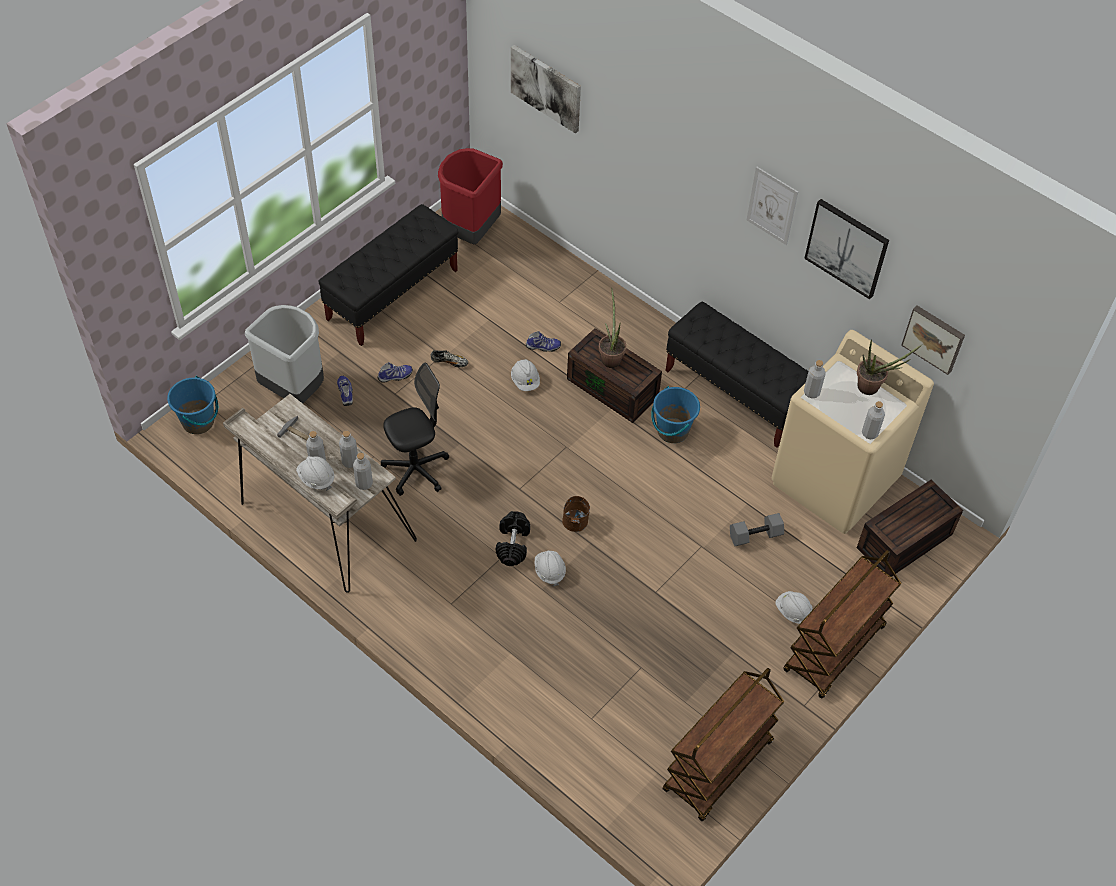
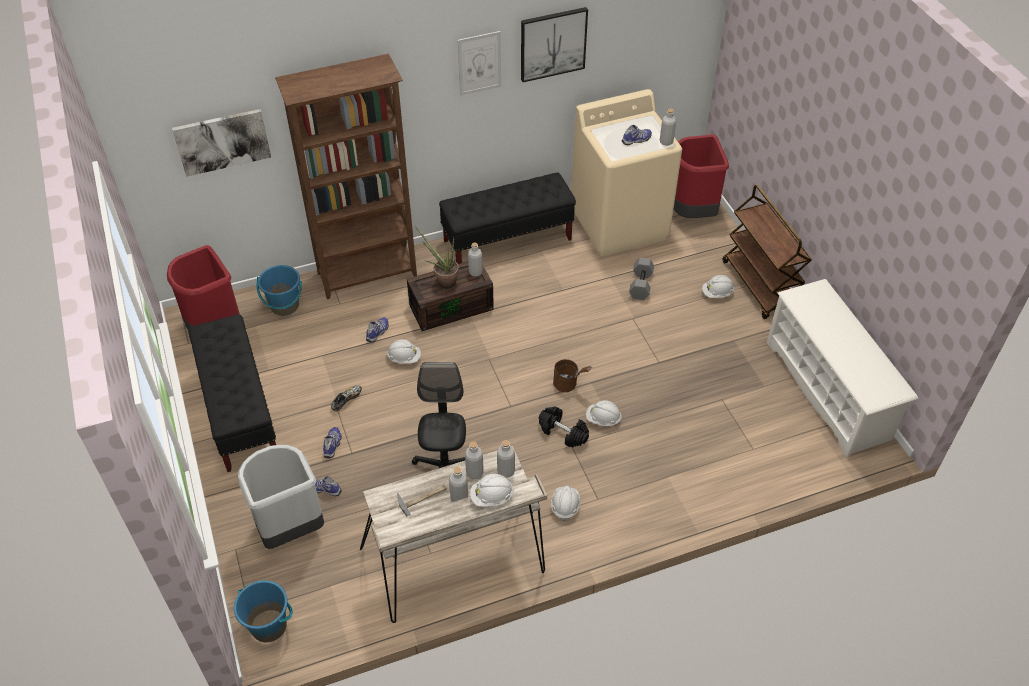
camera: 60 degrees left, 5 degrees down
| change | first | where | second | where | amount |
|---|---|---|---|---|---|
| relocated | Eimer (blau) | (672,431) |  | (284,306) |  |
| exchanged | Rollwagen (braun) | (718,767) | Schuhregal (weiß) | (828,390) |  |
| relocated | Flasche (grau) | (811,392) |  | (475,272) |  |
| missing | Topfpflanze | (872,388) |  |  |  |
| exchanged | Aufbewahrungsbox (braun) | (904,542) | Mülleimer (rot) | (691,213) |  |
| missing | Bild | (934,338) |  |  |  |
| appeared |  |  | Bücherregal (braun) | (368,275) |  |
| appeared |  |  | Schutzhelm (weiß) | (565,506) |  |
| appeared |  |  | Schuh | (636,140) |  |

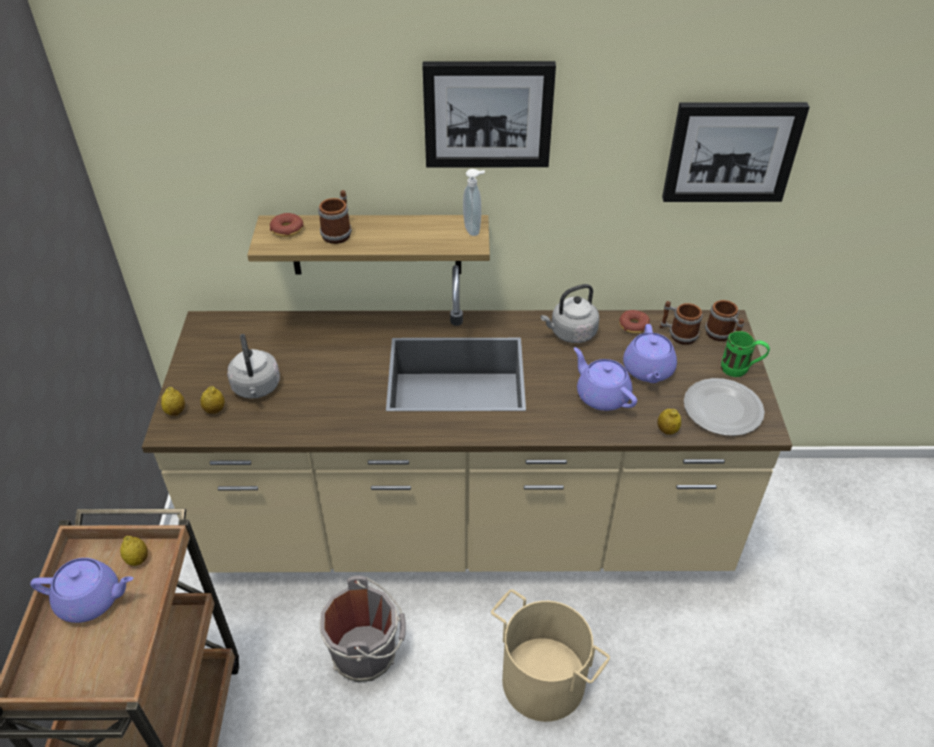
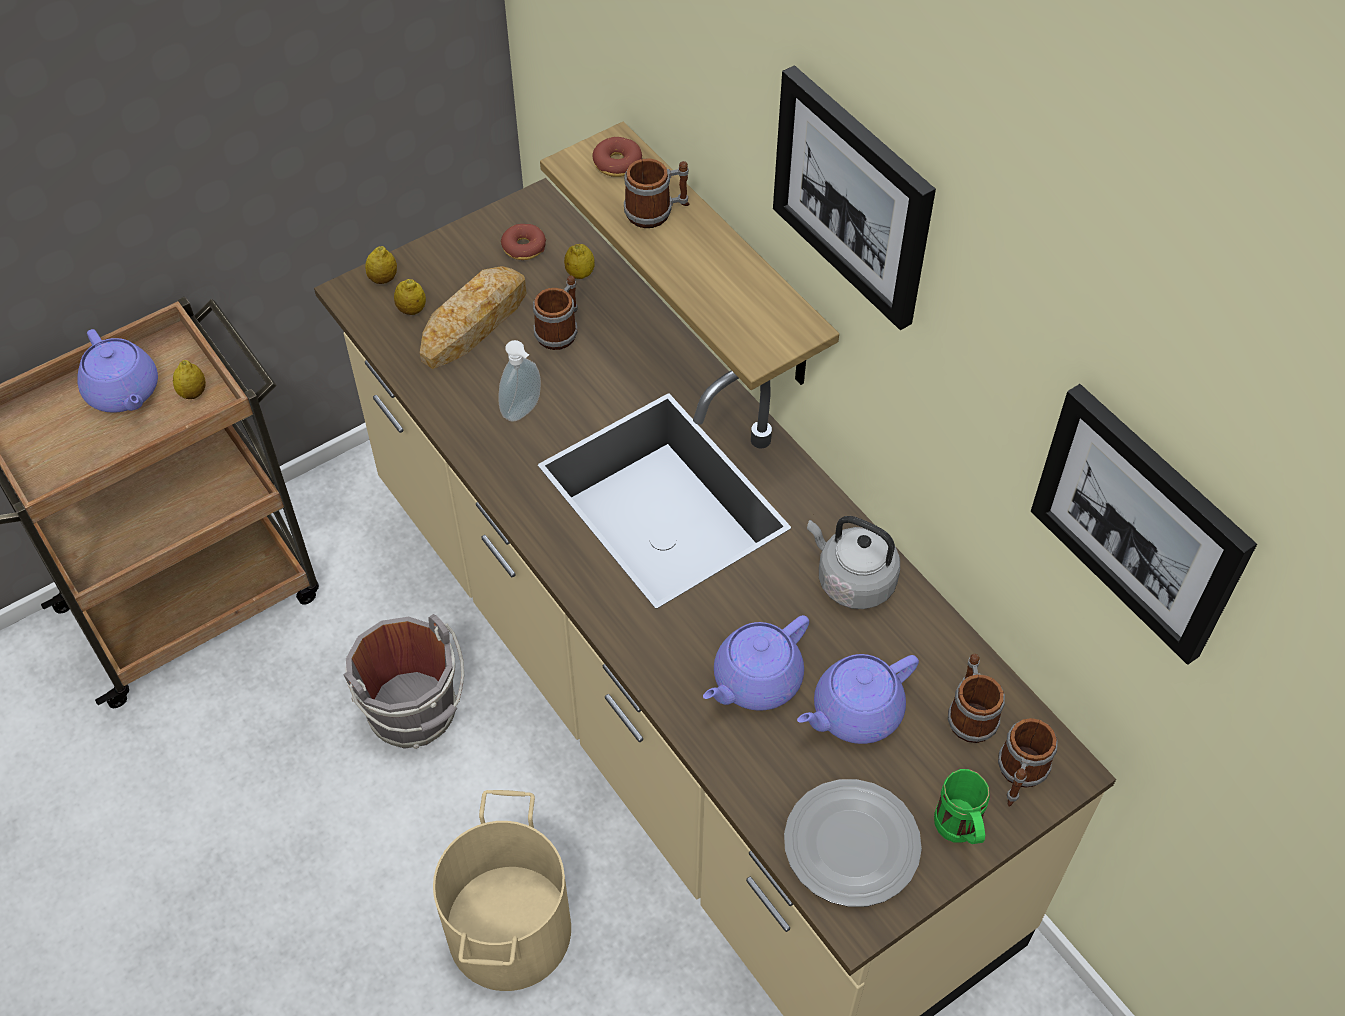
camera: 55 degrees right, 10 degrees up
| change | first | where | second | where | amount |
|---|---|---|---|---|---|
| exchanged | Wasserkessel (grau) | (256,388) | Brot | (474,322) |  |
| relocated | Seifenspender | (473,229) |  | (524,411) |  |
| spun | Teekanne (lila) | (601,395) |  | (755,680) | 150 degrees counterclockwise |
| relocated | Donut | (633,326) |  | (523,247) |  |
| relocated | Zitrone | (667,430) |  | (580,274) |  |
| appeared |  |  | Henkelbecher | (560,330) |  |

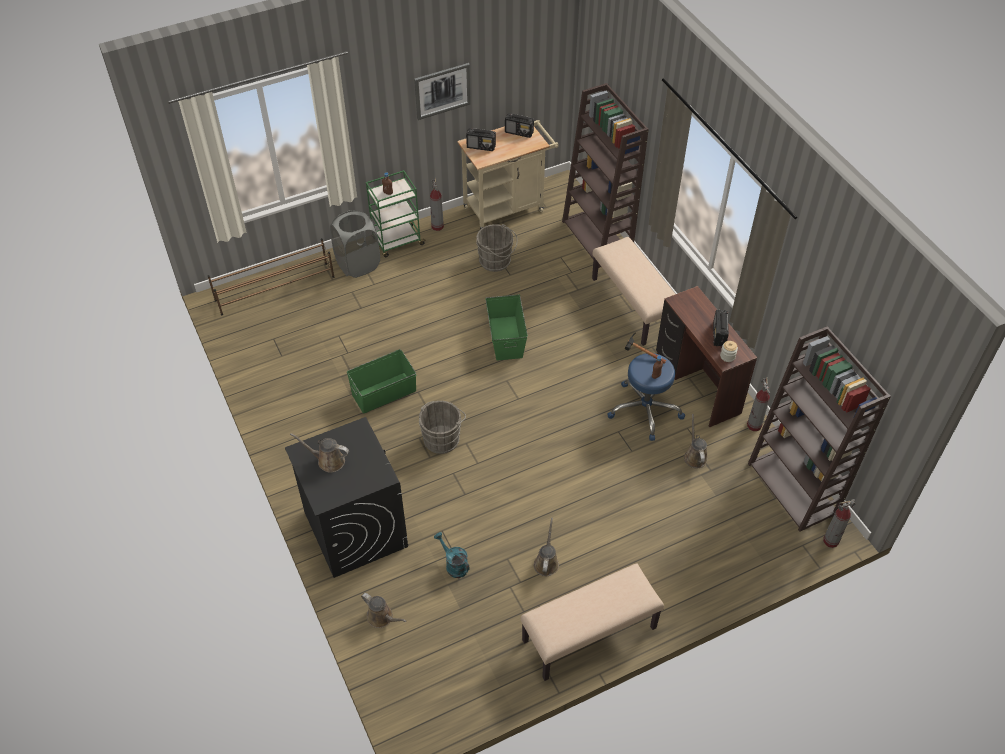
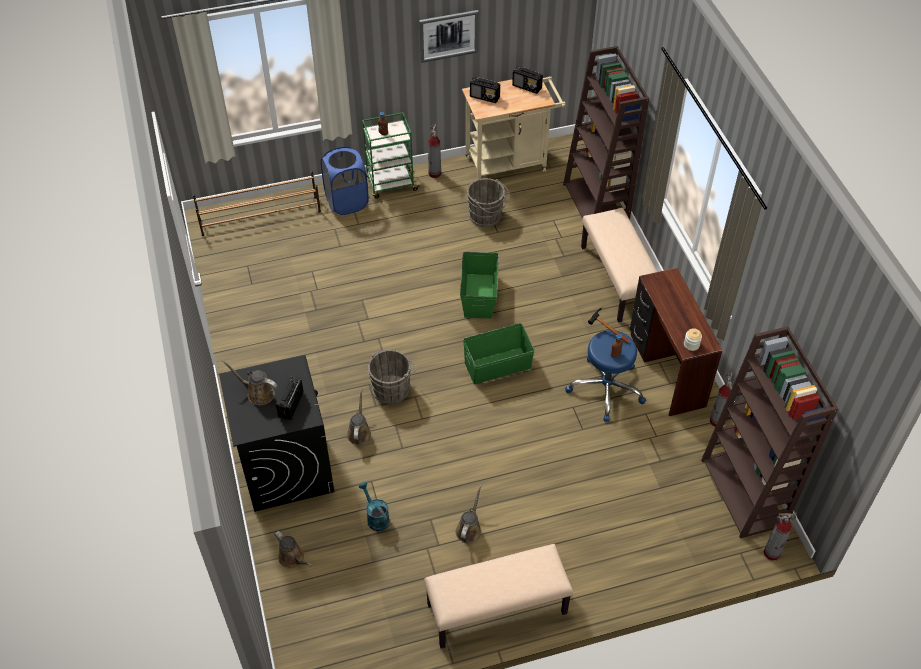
camera: 10 degrees right, 0 degrees up
| change | first | where | second | where | amount |
|---|---|---|---|---|---|
| colour | Wäschekorb (grau) | (358,264) | Wäschekorb (blau) | (347,202) |  |
| relocated | Aufbewahrungsbox (grün) | (384,393) |  | (498,365) |  |
| relocated | Gießkanne (braun) | (694,456) |  | (359,432) |  |
| relocated | Radio | (719,335) |  | (291,405) |  |

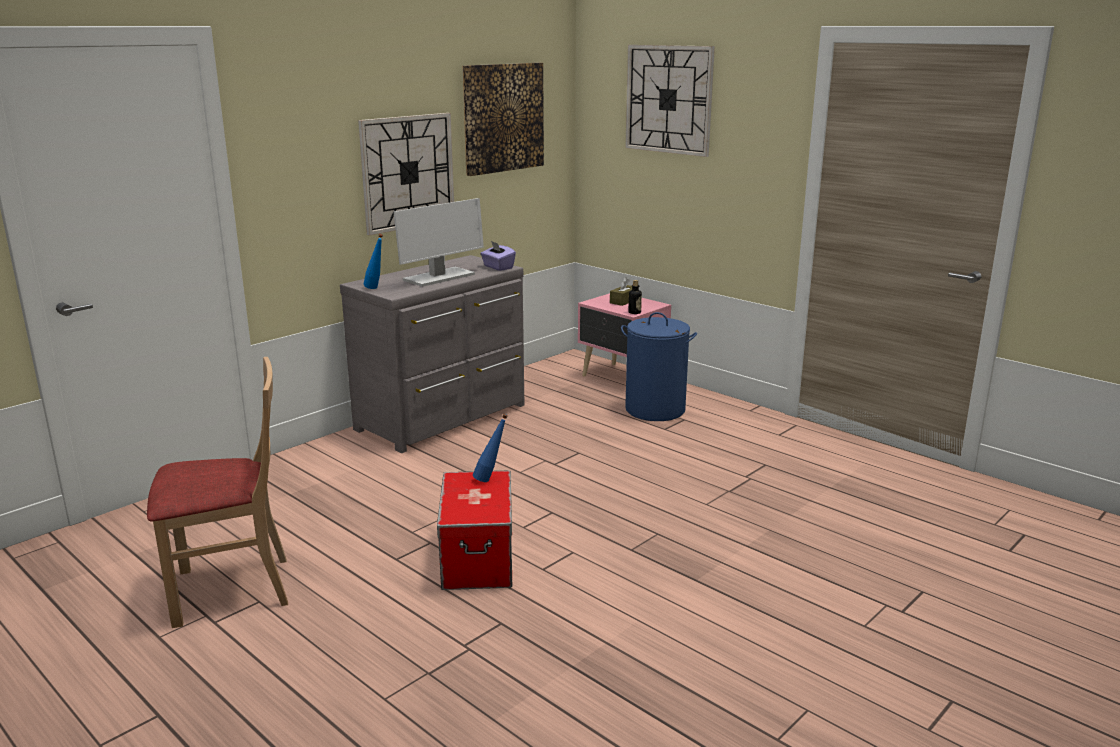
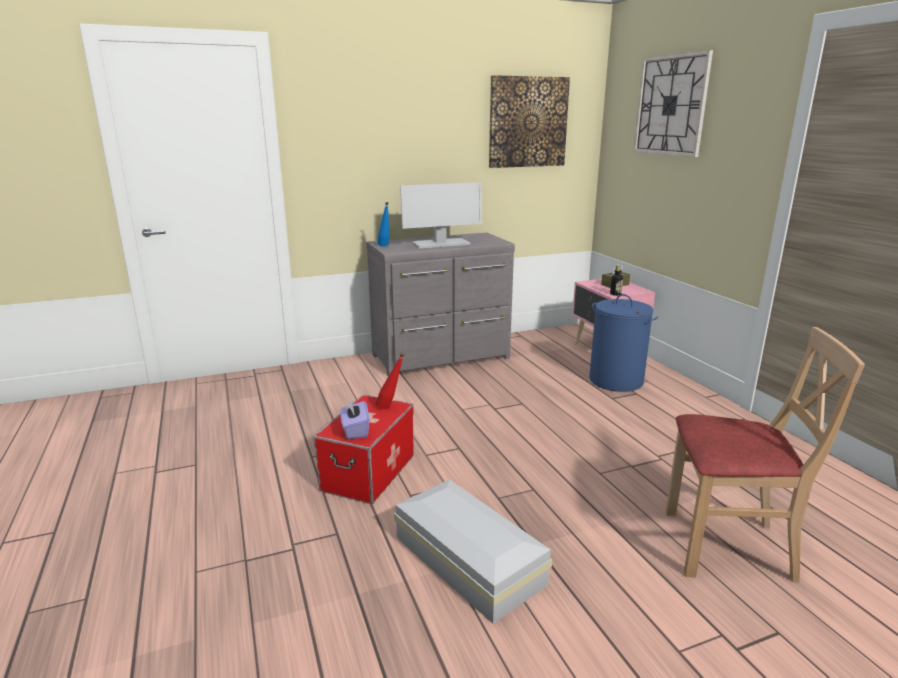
camera: 25 degrees right, 0 degrees up
| change | first | where | second | where | amount |
|---|---|---|---|---|---|
| relocated | Stuhl (beige) | (232,589) |  | (727,546) |  |
| missing | Wanduhr | (407,172) |  |  |  |
| colour | Flasche (blau) | (491,479) | Flasche (rot) | (391,408) |  |
| relocated | Taschentuchbox (lila) | (498,267) |  | (355,430) |  |
| appeared |  |  | Aufbewahrungsbox (weiß) | (468,562) |  |

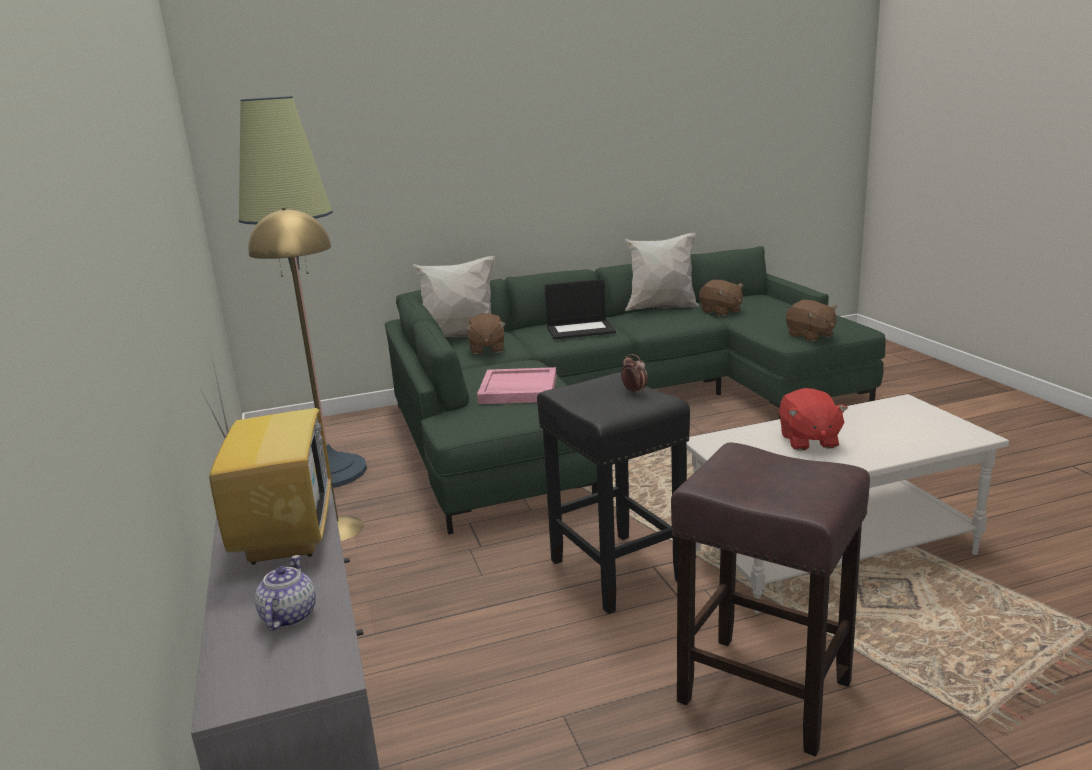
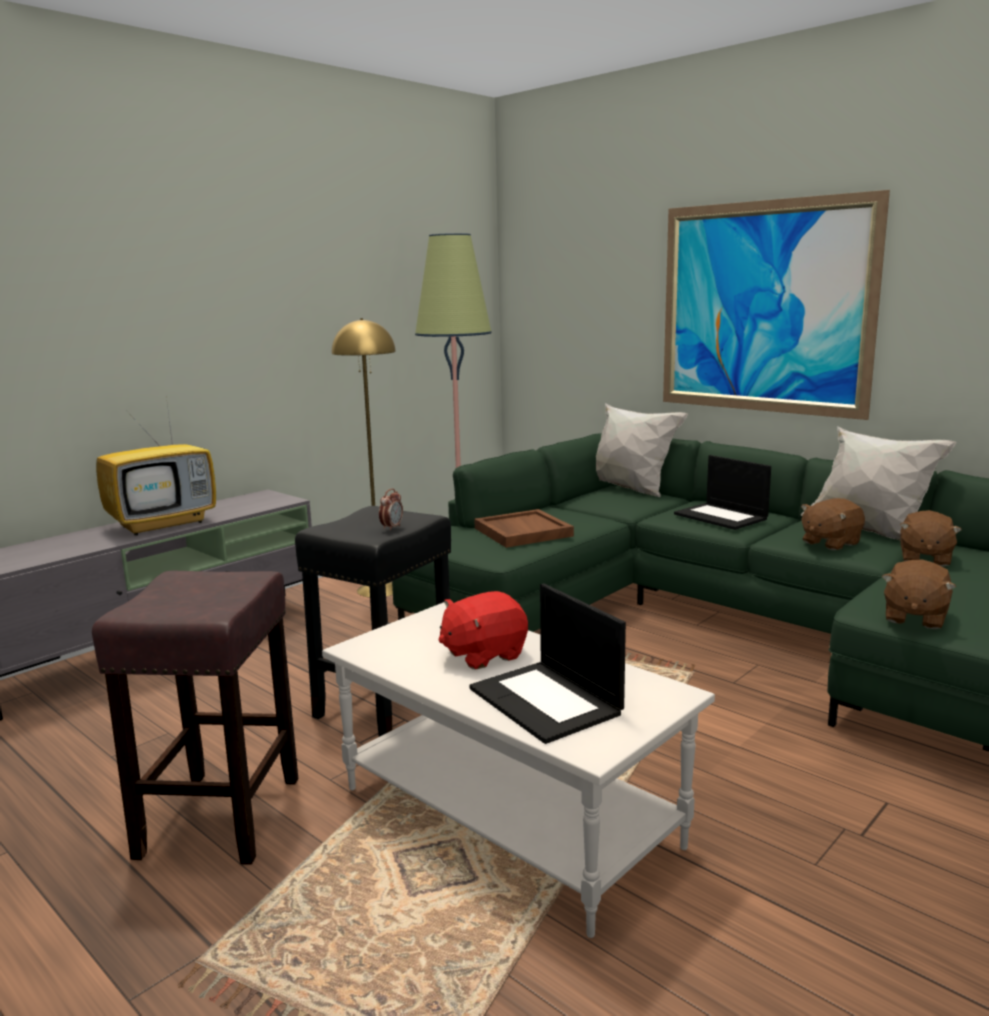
camera: 60 degrees right, 5 degrees down
| change | first | where | second | where | amount |
|---|---|---|---|---|---|
| missing | Teekanne | (288,616) |  |  |  |
| relocated | Plüschtier (braun) | (486,349) |  | (830,543) |  |
| colour | Tablett (rosa) | (517,390) | Tablett (braun) | (522,532) |  |
| appeared |  |  | Laptop | (547,701) |  |
| appeared |  |  | Bild | (763,308) |  |

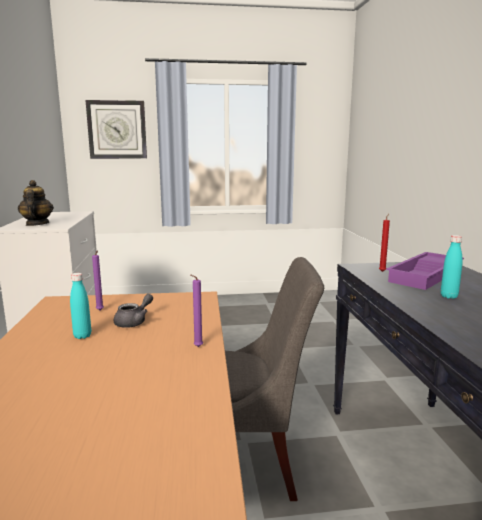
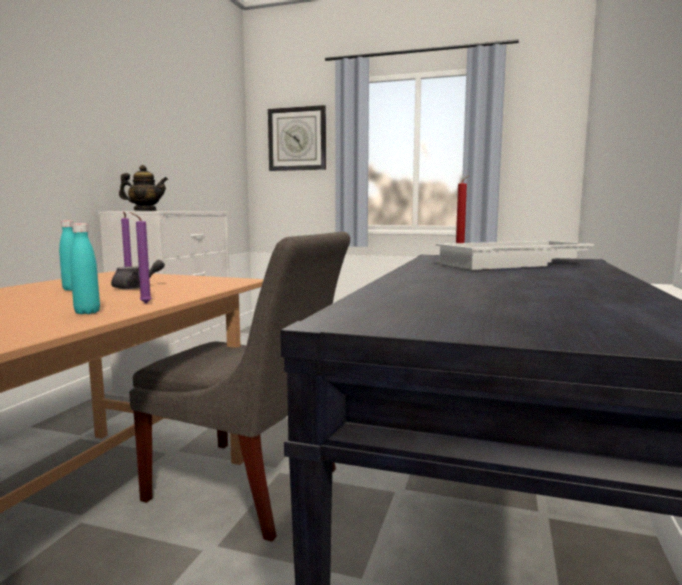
camera: 25 degrees right, 5 degrees down
| change | first | where | second | where | amount |
|---|---|---|---|---|---|
| spun | Teekanne | (37,224) |  | (145,210) | 75 degrees clockwise |
| colour | Tablett (lila) | (426,276) | Tablett (weiß) | (513,264) |  |
| relocated | Flasche (türkis) | (449,296) |  | (87,312) |  |

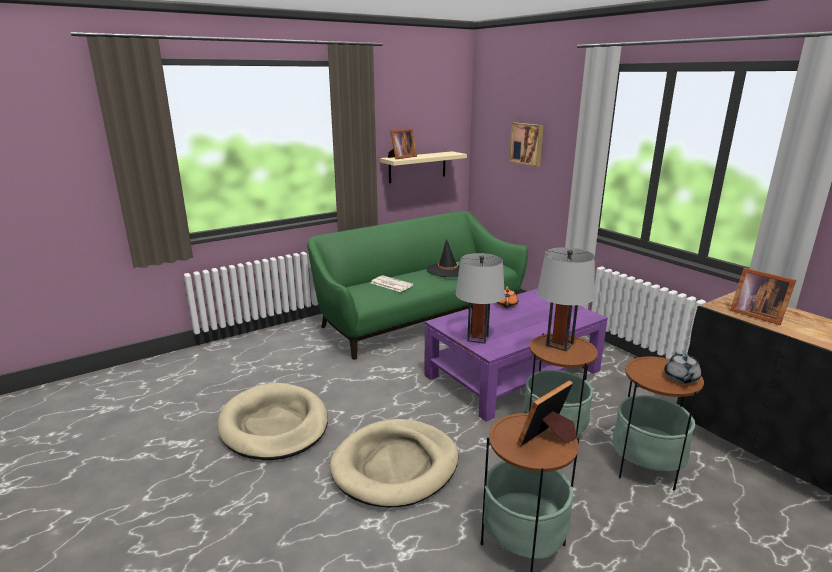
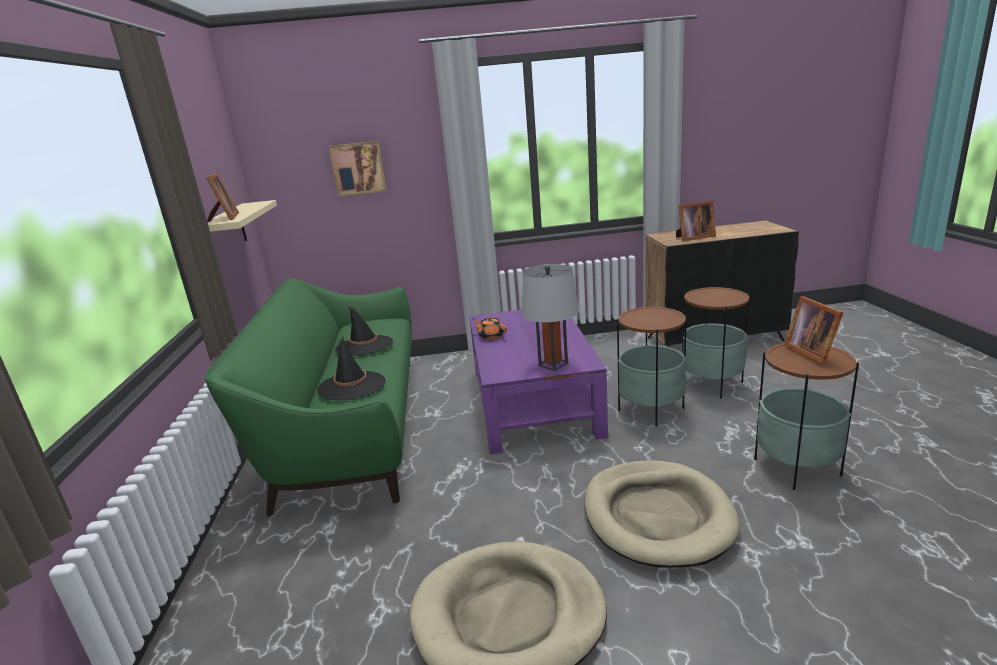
camera: 60 degrees left, 0 degrees up
| change | first | where | second | where | amount |
|---|---|---|---|---|---|
| exchanged | Zeitung | (390,284) | Hut (schwarz) | (352,386) |  |
| missing | Tischlampe (grau) | (559,344) |  |  |  |
| missing | Teekanne (grau) | (681,378) |  |  |  |

